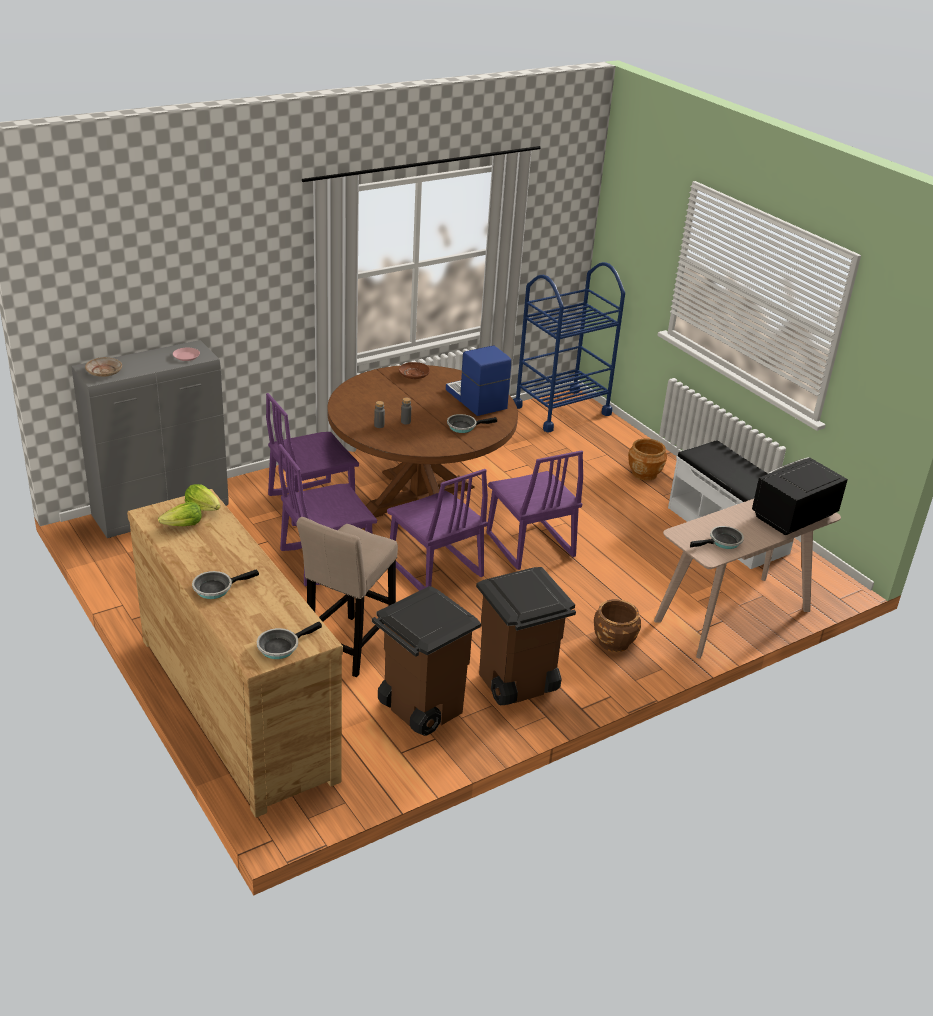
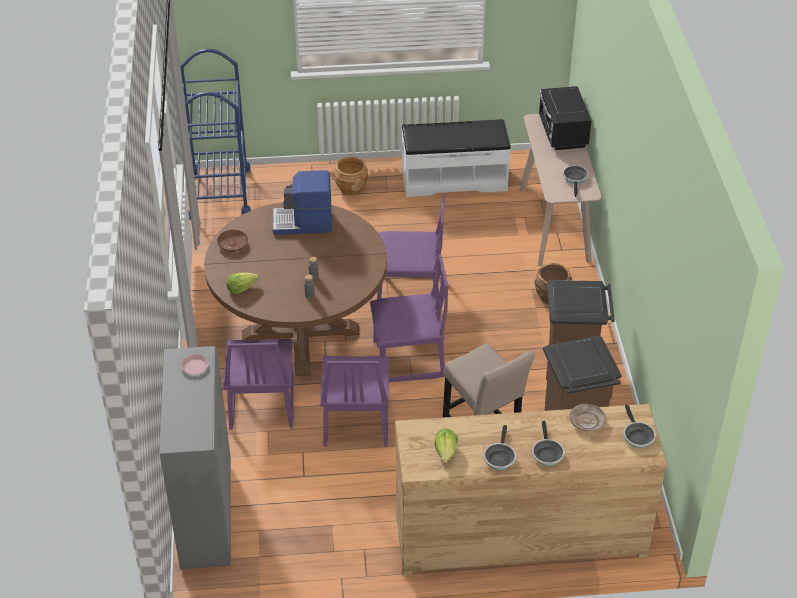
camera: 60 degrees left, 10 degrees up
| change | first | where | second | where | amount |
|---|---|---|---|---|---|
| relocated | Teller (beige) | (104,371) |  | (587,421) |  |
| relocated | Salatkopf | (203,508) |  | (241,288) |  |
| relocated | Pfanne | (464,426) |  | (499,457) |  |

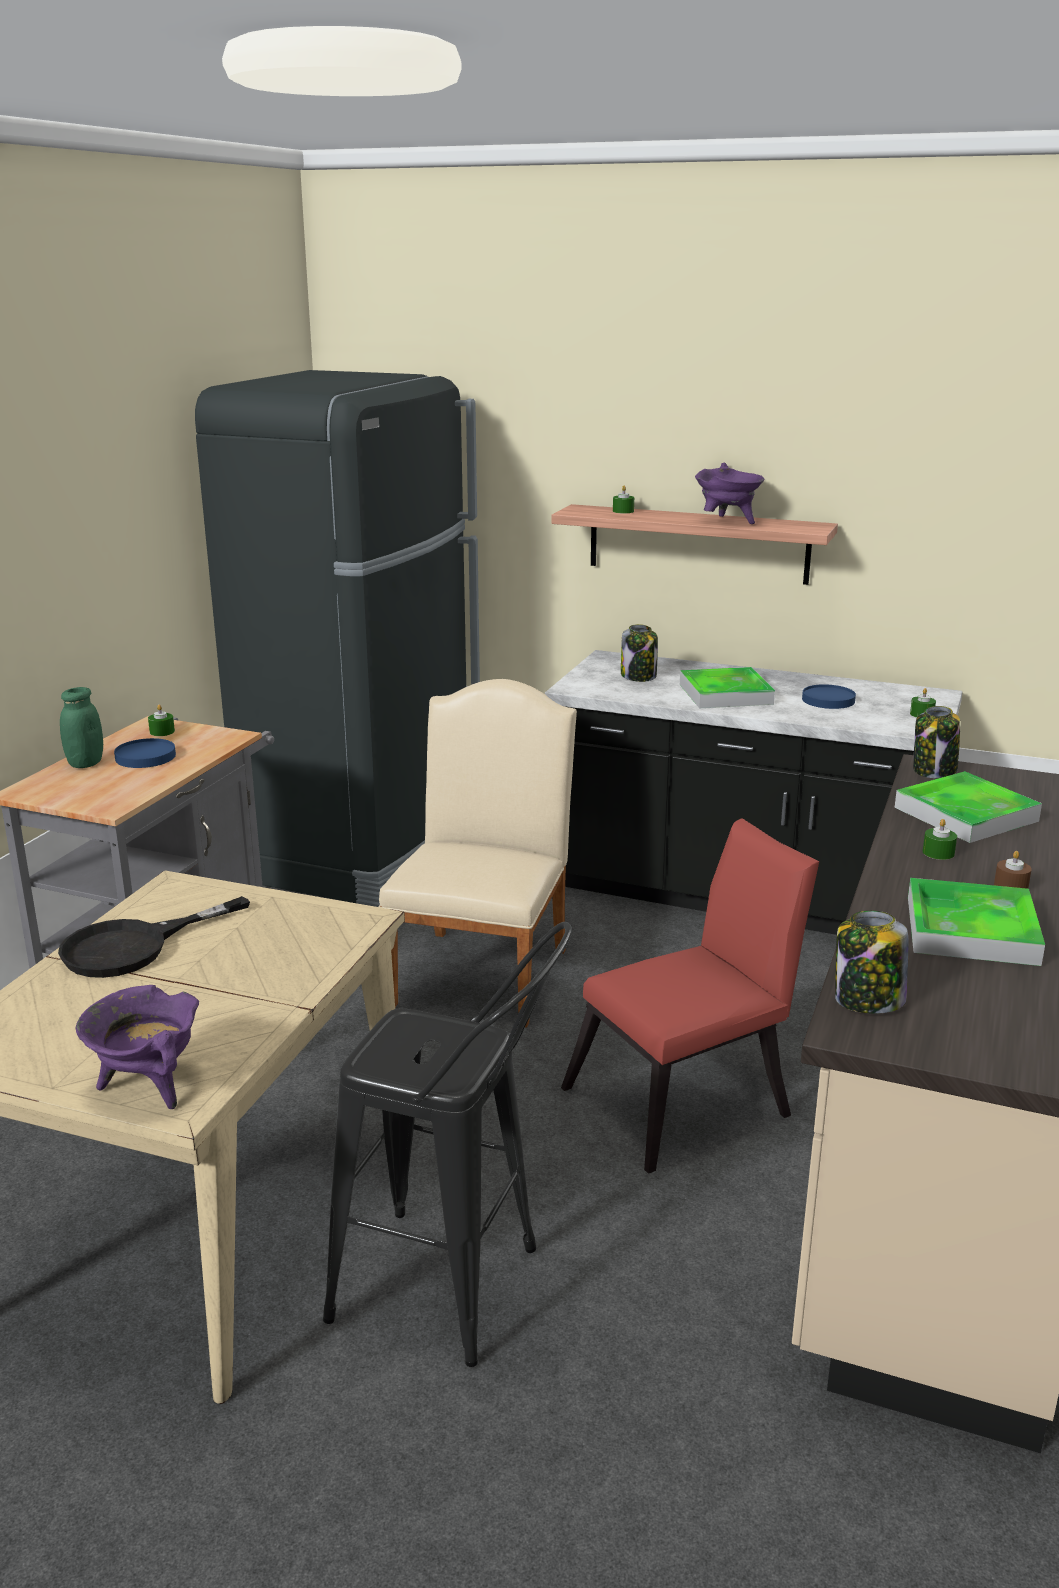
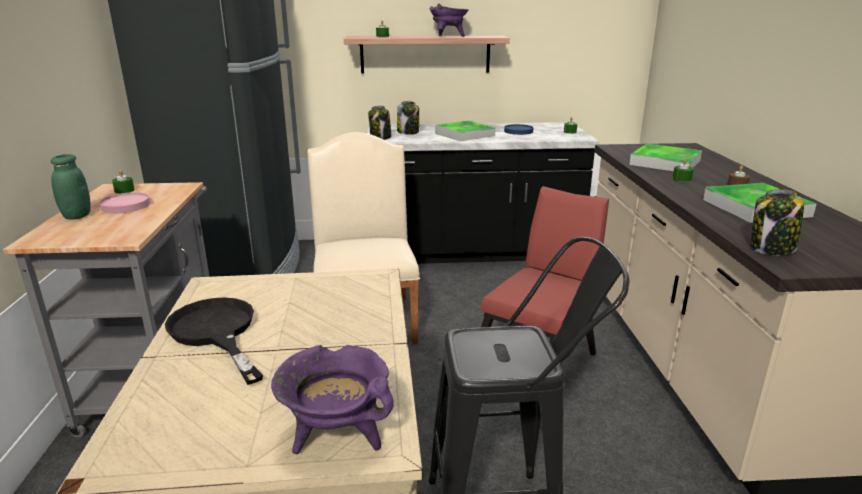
camera: 25 degrees left, 0 degrees up
| change | first | where | second | where | amount |
|---|---|---|---|---|---|
| spun | Pfanne (schwarz) | (133,946) |  | (216,333) | 120 degrees clockwise |
| colour | Teller (blau) | (146,757) | Teller (rosa) | (126,205) |  |
| relocated | Vorratsglas | (934,770) |  | (380,138) |  |

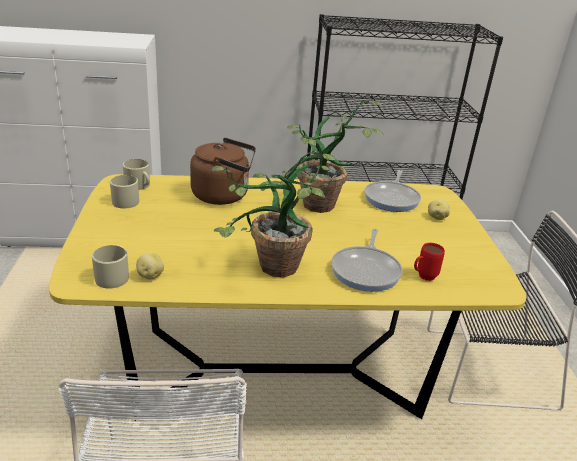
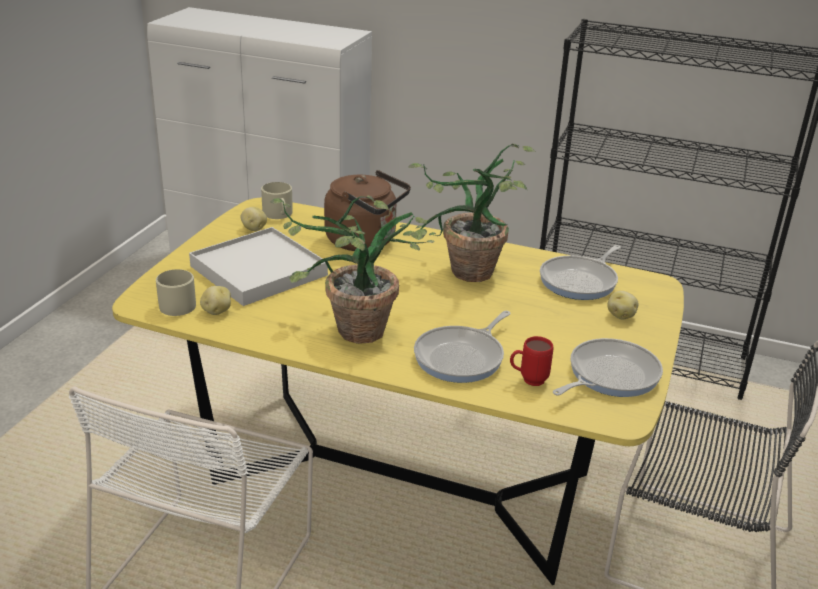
camera: 25 degrees right, 0 degrees up
| change | first | where | second | where | amount |
|---|---|---|---|---|---|
| exchanged | Henkelbecher (beige) | (127,200) | Kartoffel | (253,229) |  |
| appeared |  |  | Tablett (weiß) | (258,271) |  |
| appeared |  |  | Pfanne | (609,375) |  |

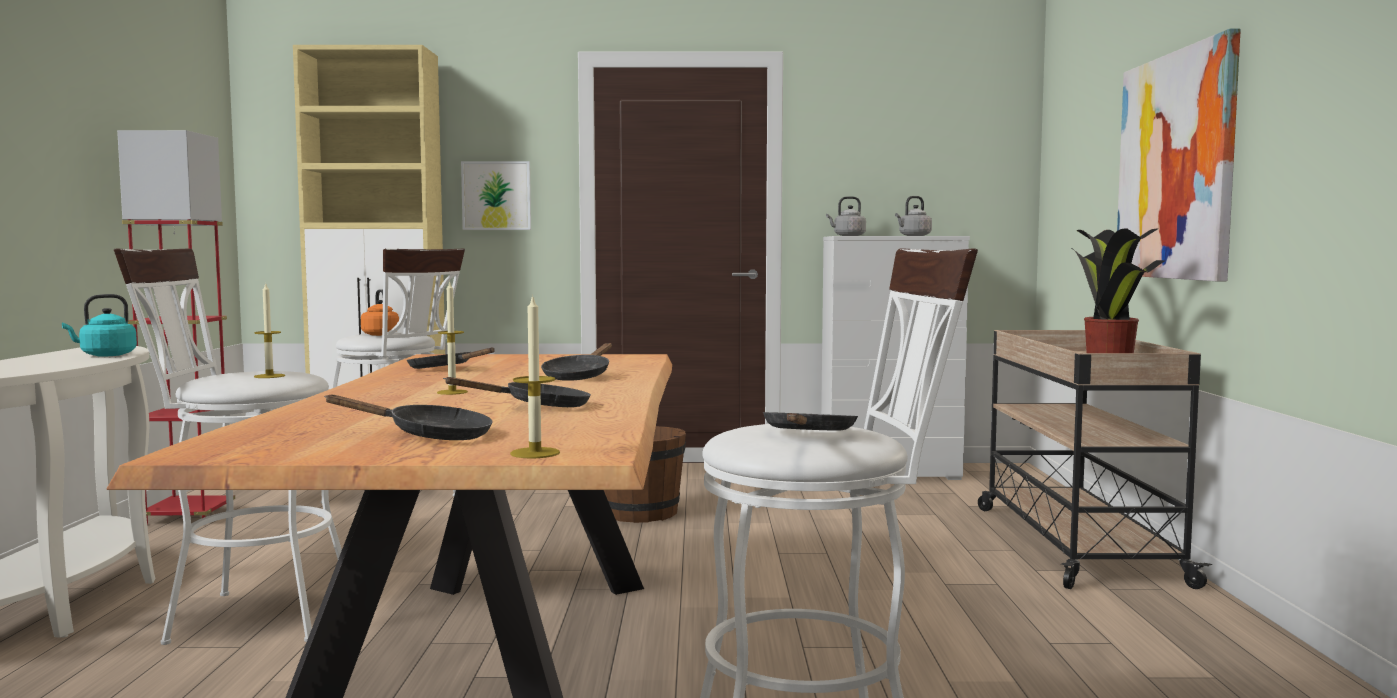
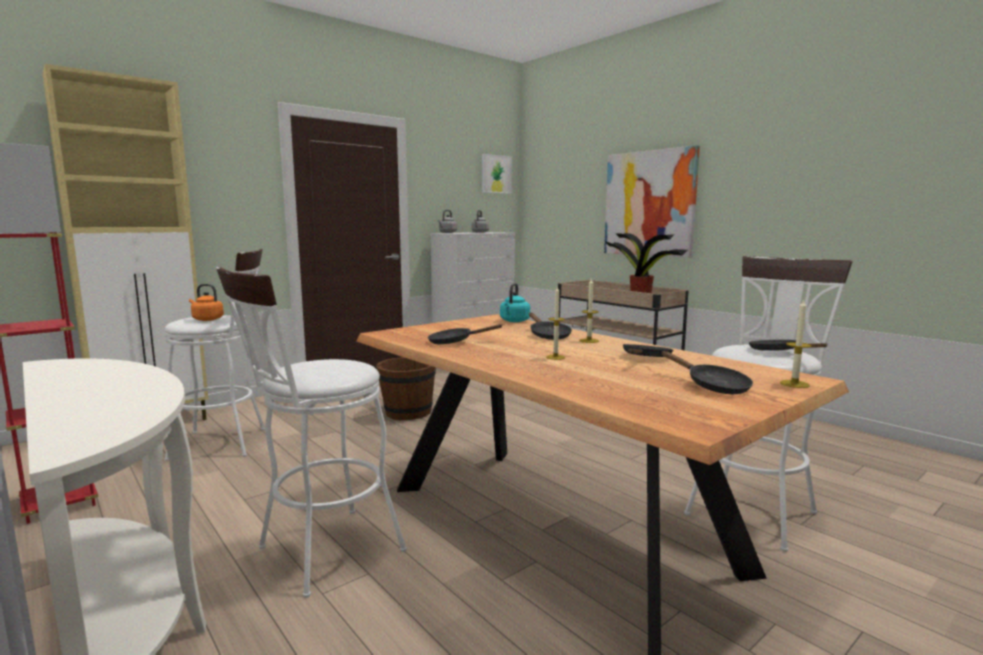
camera: 40 degrees left, 5 degrees up
| change | first | where | second | where | amount |
|---|---|---|---|---|---|
| relocated | Wasserkessel (türkis) | (105,355) |  | (514,321) |  |
| relocated | Kerze | (269,376) |  | (589,341) |  |
| spun | Pfanne (schwarz) | (430,436) |  | (712,386) | 90 degrees clockwise |
| relocated | Bild | (496,195) |  | (496,174) |  |

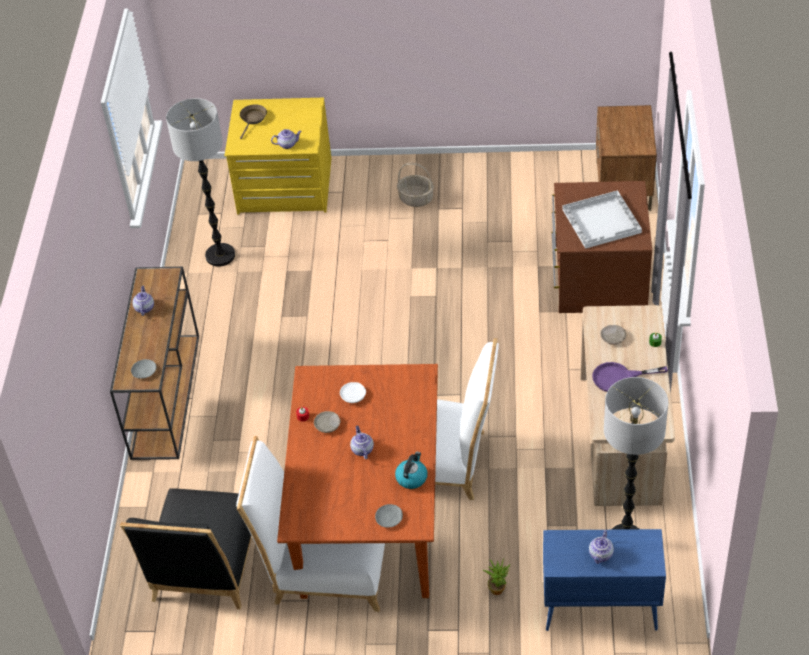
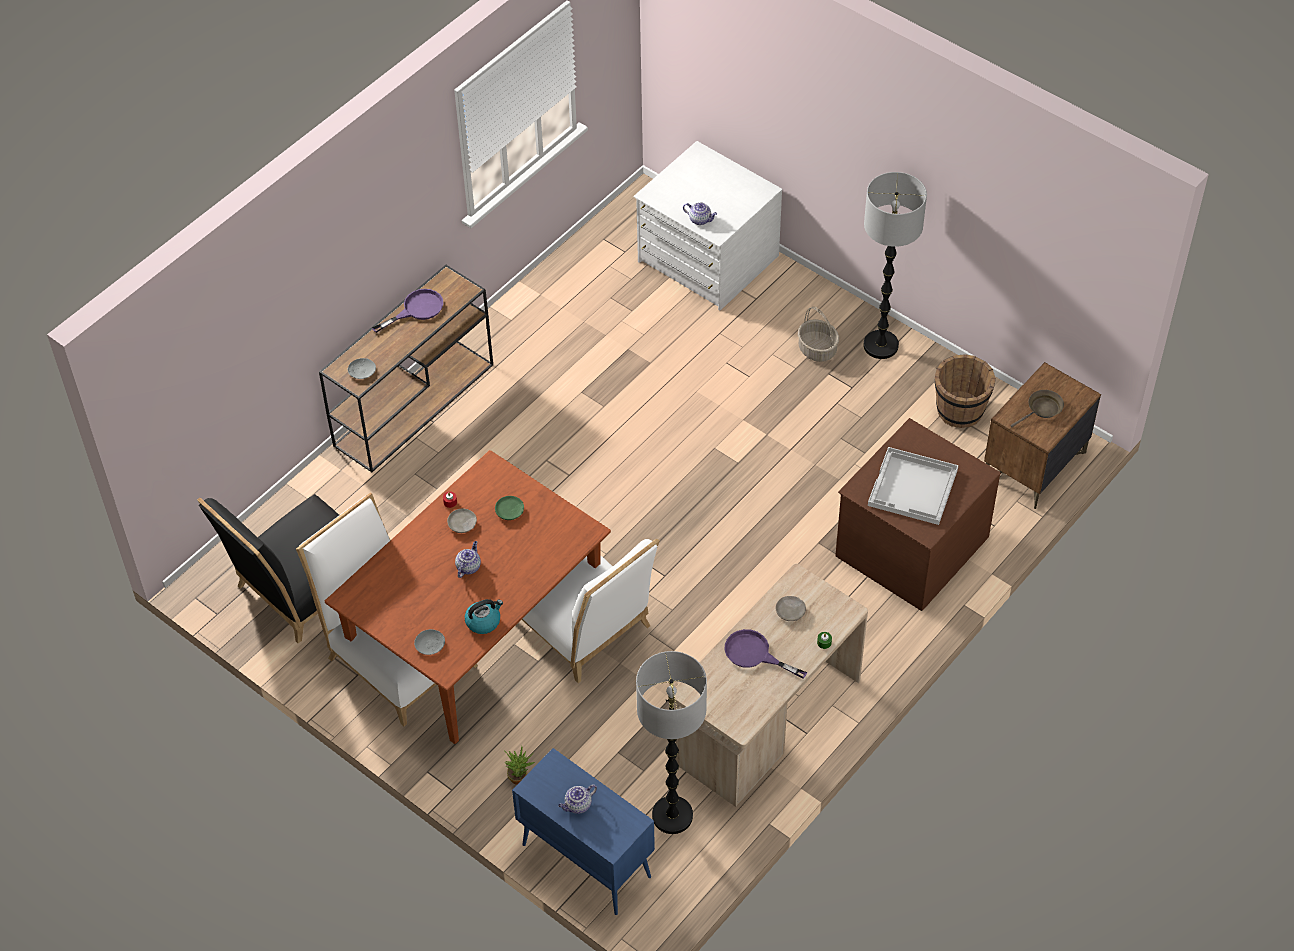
camera: 35 degrees right, 5 degrees up
| change | first | where | second | where | amount |
|---|---|---|---|---|---|
| exchanged | Teekanne | (144,308) | Pfanne (lila) | (416,309) |  |
| relocated | Stehlampe | (220,255) |  | (881,345) |  |
| colour | Kommode (gelb) | (284,187) | Kommode (weiß) | (706,259) |  |
| relocated | Pfanne (braun) | (253,119) |  | (1042,409) |  |
| colour | Teller (weiß) | (353,396) | Teller (grün) | (509,511) |  |
| appeared |  |  | Eimer (braun) | (960,411) |  |

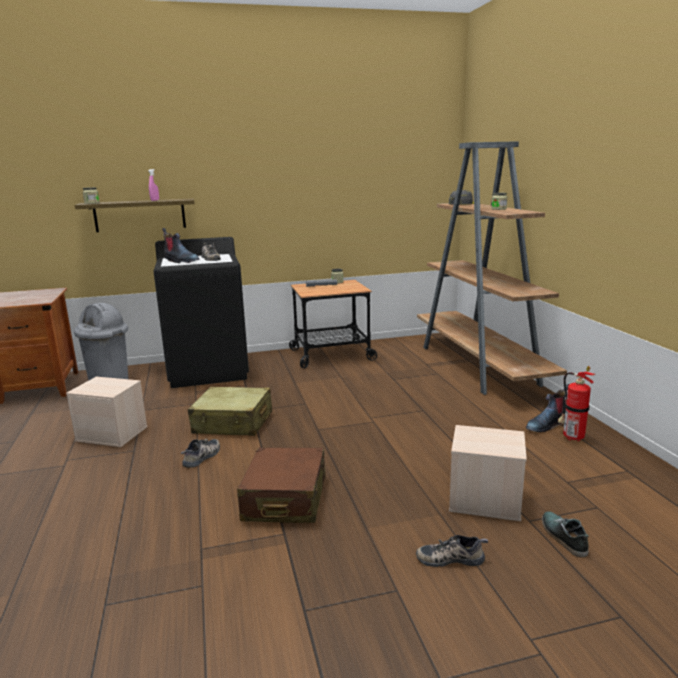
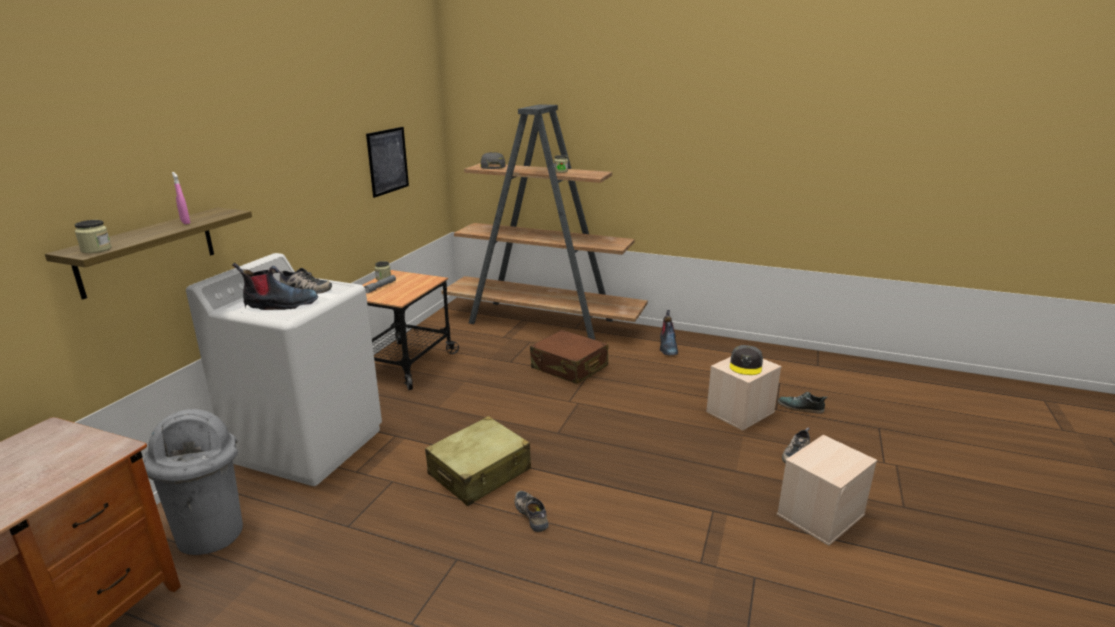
camera: 55 degrees left, 5 degrees up
| change | first | where | second | where | amount |
|---|---|---|---|---|---|
| relocated | Aufbewahrungsbox (beige) | (113,433) |  | (820,514) |  |
| colour | Waschmaschine (schwarz) | (209,370) | Waschmaschine (weiß) | (308,444) |  |
| relocated | Koffer (braun) | (285,499) |  | (569,367) |  |
| missing | Feuerlöscher | (571,437) |  |  |  |
| appeared |  |  | Bild | (388,161) |  |
| appeared |  |  | Kappe (grau) | (746,365) |  |

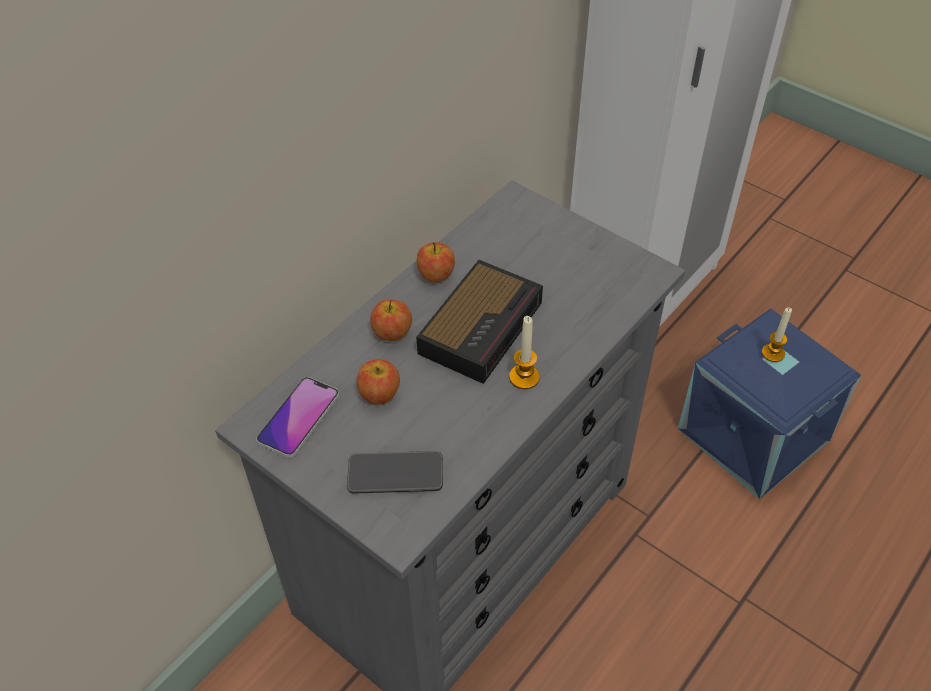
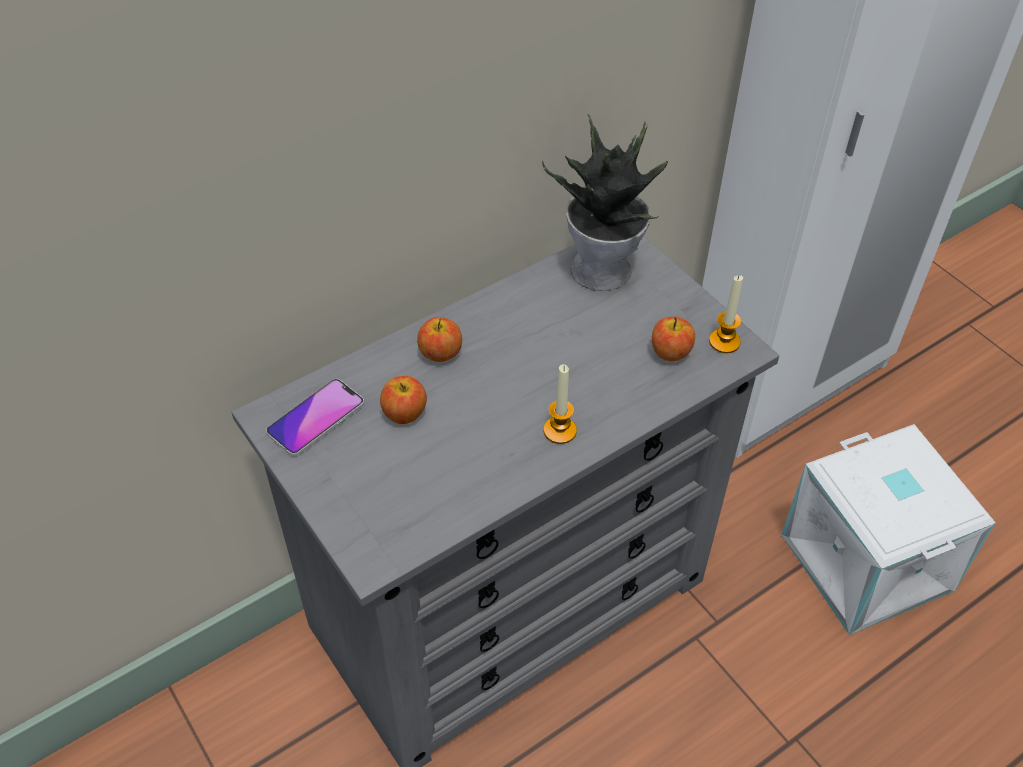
camera: 15 degrees right, 0 degrees up
| change | first | where | second | where | amount |
|---|---|---|---|---|---|
| missing | Handy | (395,473) |  |  |  |
| missing | Wecker | (482,326) |  |  |  |
| relocated | Apfel | (436,275) |  | (670,352) |  |
| colour | Aufbewahrungsbox (blau) | (755,434) | Aufbewahrungsbox (weiß) | (869,562) |  |
| relocated | Kerze | (773,353) |  | (724,342) |  |
| appeared |  |  | Topfpflanze | (603,270) |  |

